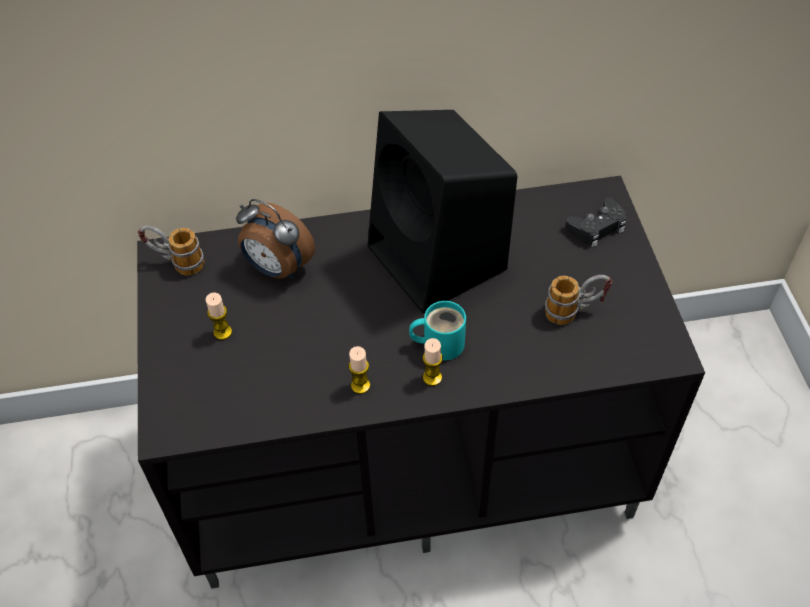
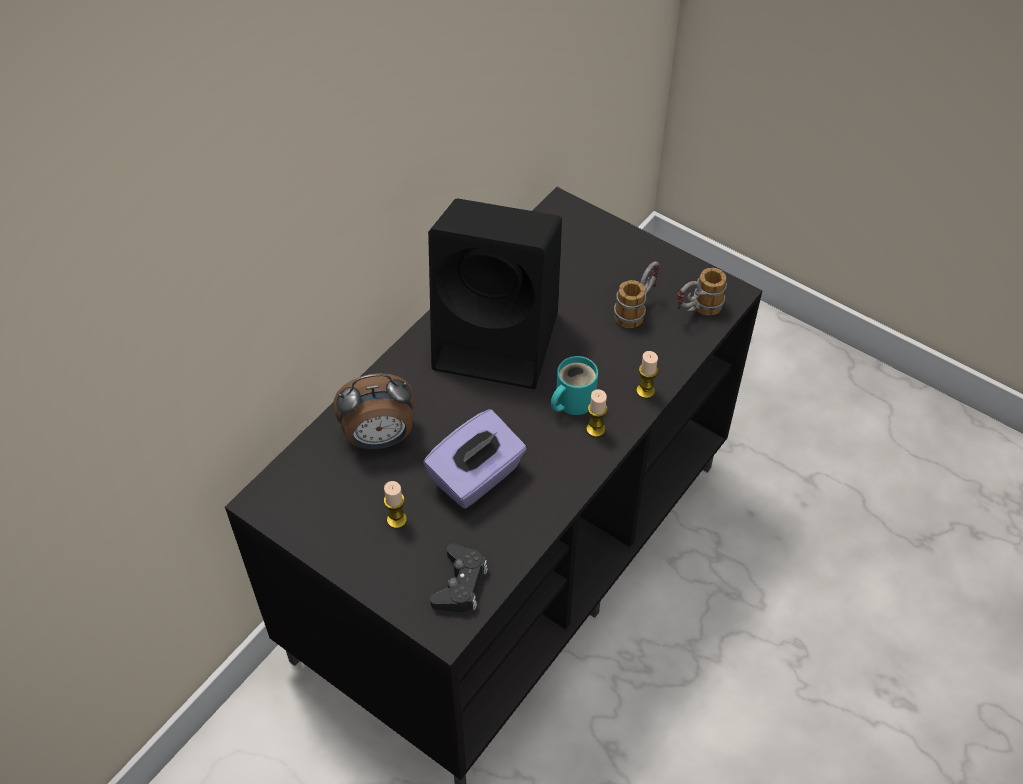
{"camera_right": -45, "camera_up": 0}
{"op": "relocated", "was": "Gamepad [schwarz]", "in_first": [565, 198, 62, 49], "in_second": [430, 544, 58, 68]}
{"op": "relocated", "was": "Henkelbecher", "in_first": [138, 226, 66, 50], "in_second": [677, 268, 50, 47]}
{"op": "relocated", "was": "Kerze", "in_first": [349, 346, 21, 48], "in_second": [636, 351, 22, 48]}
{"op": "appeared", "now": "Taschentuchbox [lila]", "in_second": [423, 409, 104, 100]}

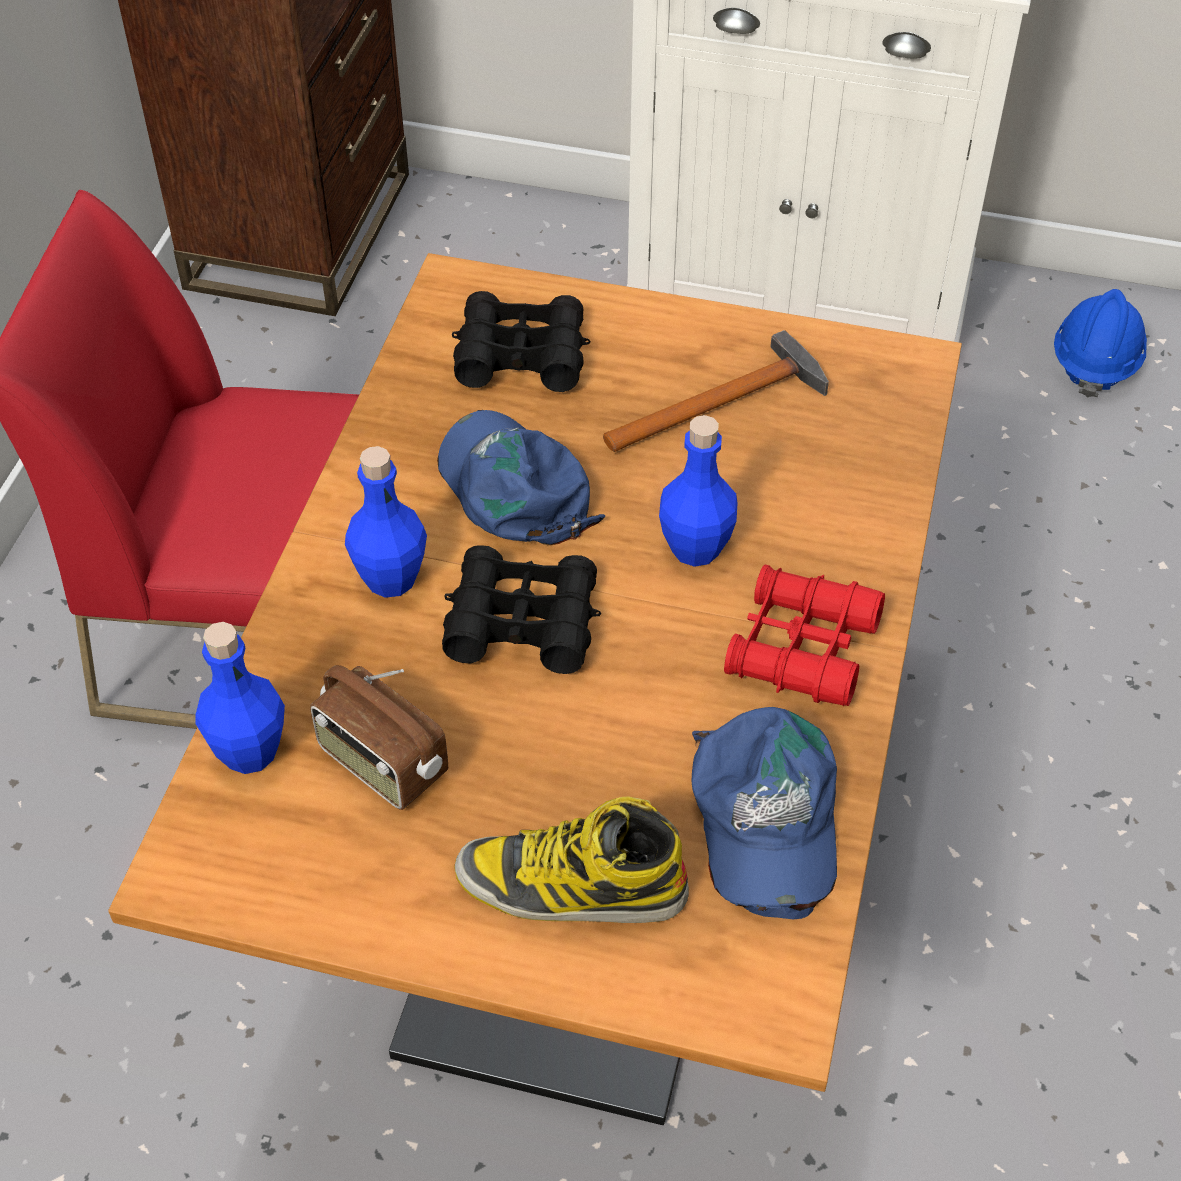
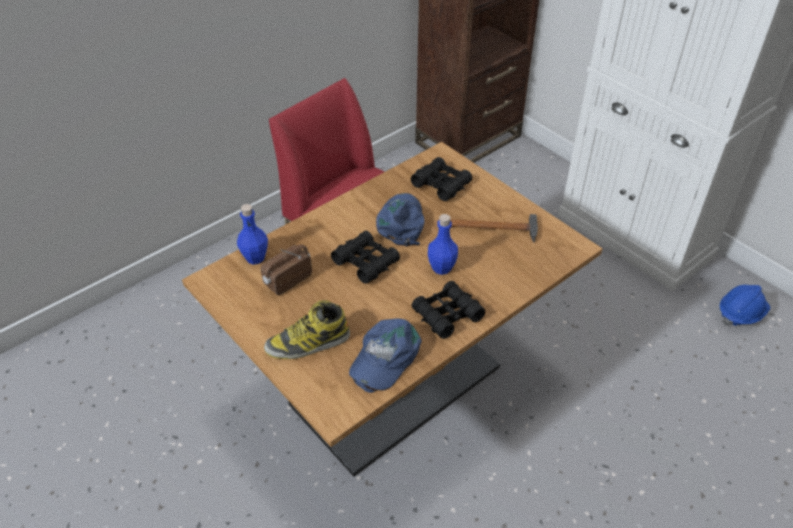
{"camera_right": 35, "camera_up": -5}
{"op": "missing", "was": "Flasche [blau]", "in_first": [345, 446, 82, 152]}
{"op": "colour", "was": "Fernglas [rot]", "now": "Fernglas [schwarz]", "in_first": [724, 565, 161, 141], "in_second": [412, 281, 73, 58]}
{"op": "spun", "was": "Radio", "in_first": [310, 665, 138, 145], "in_second": [260, 244, 52, 51], "clockwise": 60}
{"op": "spun", "was": "Stiefel", "in_first": [454, 796, 235, 127], "in_second": [264, 300, 86, 59], "clockwise": -60}

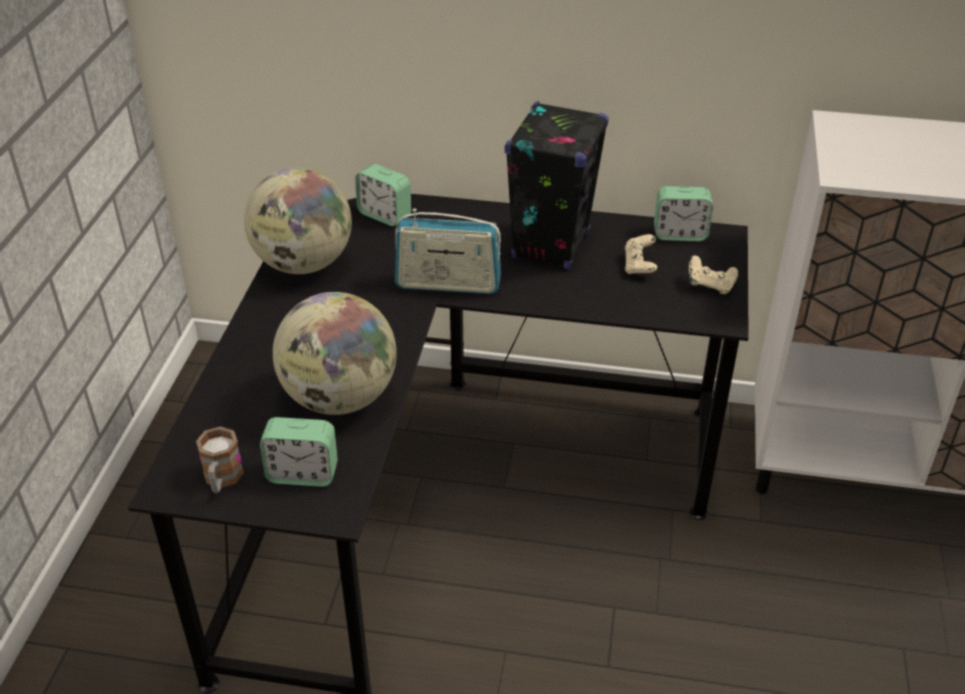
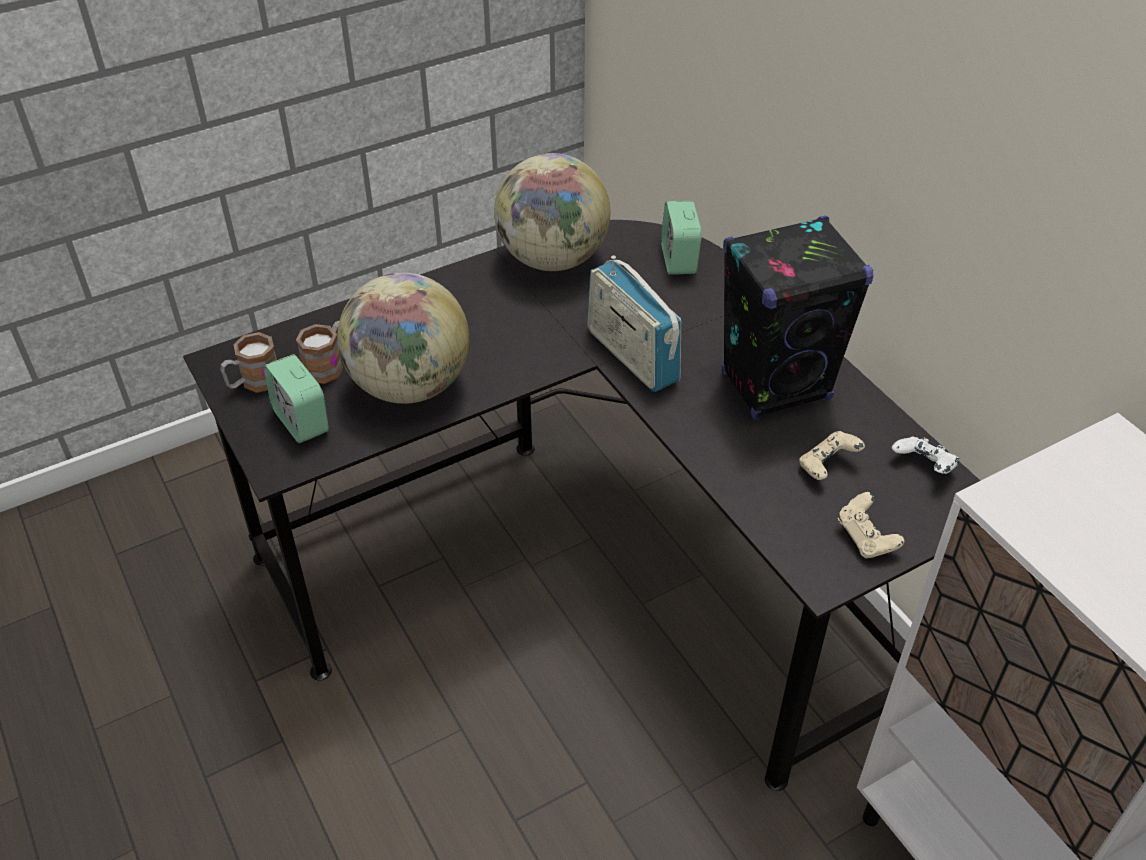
{"camera_right": 50, "camera_up": 5}
{"op": "exchanged", "was": "Wecker", "now": "Gamepad [weiß]", "in_first": [654, 186, 59, 55], "in_second": [892, 436, 67, 38]}
{"op": "appeared", "now": "Henkelbecher", "in_second": [296, 321, 47, 63]}

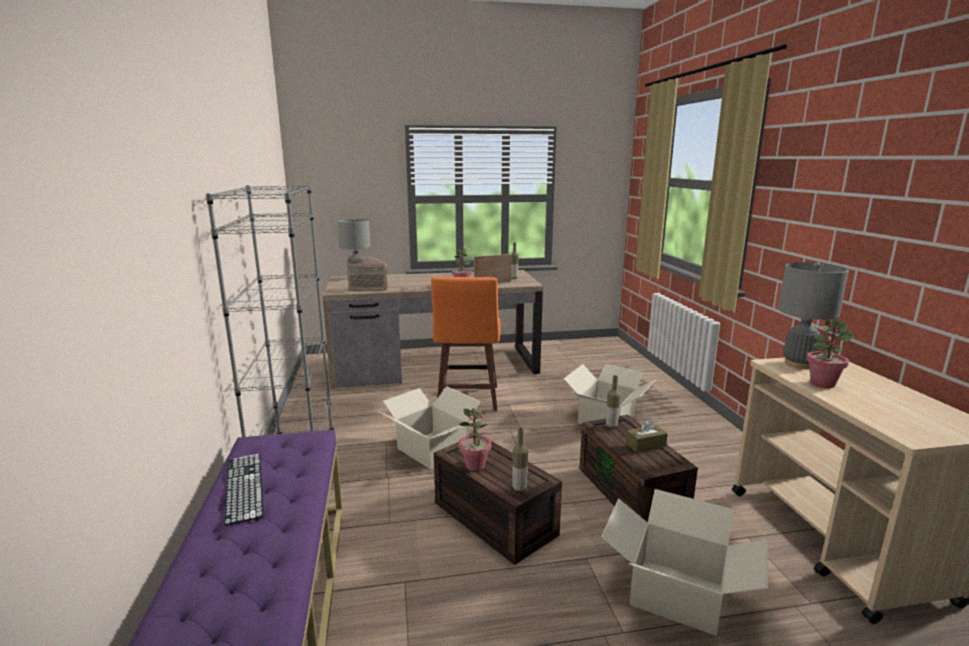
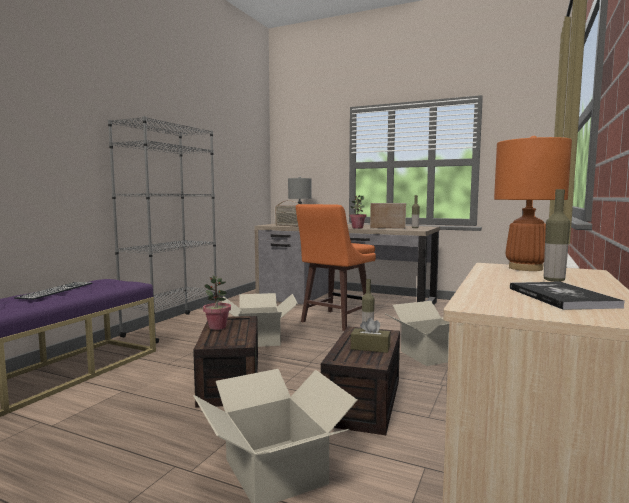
{"camera_right": 35, "camera_up": -10}
{"op": "colour", "was": "Tischlampe [grau]", "now": "Tischlampe [orange]", "in_first": [778, 262, 71, 107], "in_second": [494, 136, 78, 135]}
{"op": "missing", "was": "Topfpflanze", "in_first": [806, 319, 49, 69]}
{"op": "relocated", "was": "Flasche", "in_first": [513, 428, 15, 64], "in_second": [544, 189, 26, 93]}
{"op": "appeared", "now": "Buch", "in_second": [510, 282, 115, 28]}

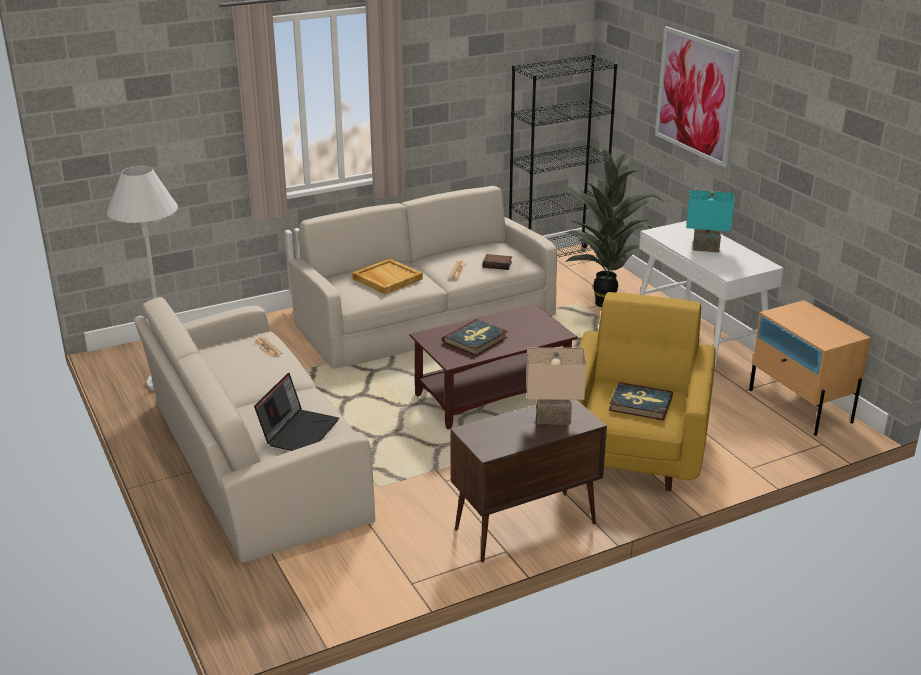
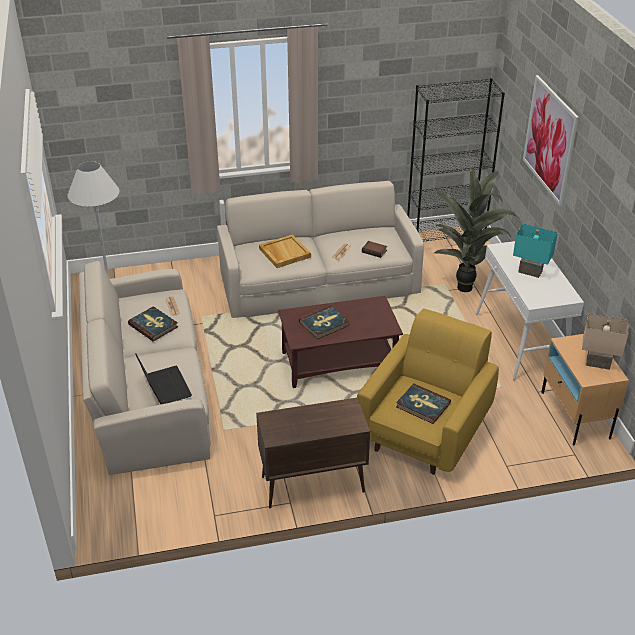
{"camera_right": 15, "camera_up": 10}
{"op": "relocated", "was": "Tischlampe [beige]", "in_first": [526, 347, 60, 77], "in_second": [582, 314, 47, 56]}
{"op": "spun", "was": "Laptop", "in_first": [254, 373, 85, 78], "in_second": [135, 354, 57, 50], "clockwise": -60}
{"op": "appeared", "now": "Buch", "in_second": [128, 306, 50, 36]}

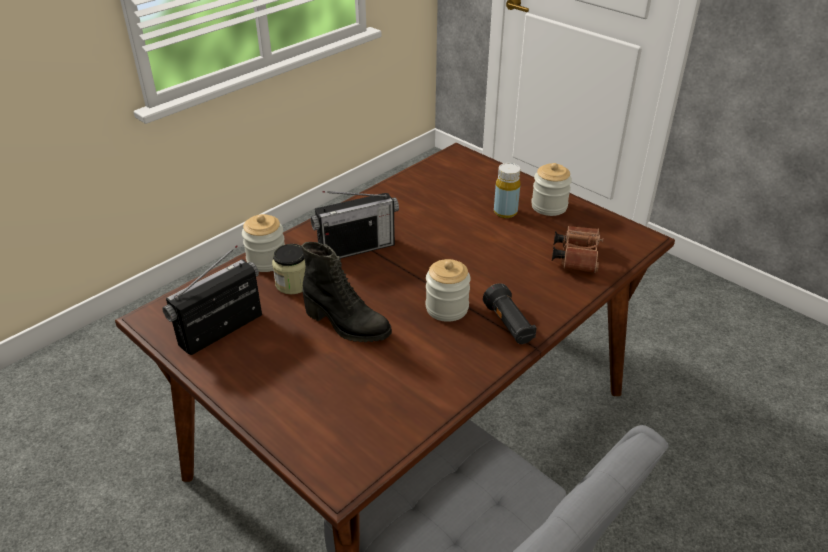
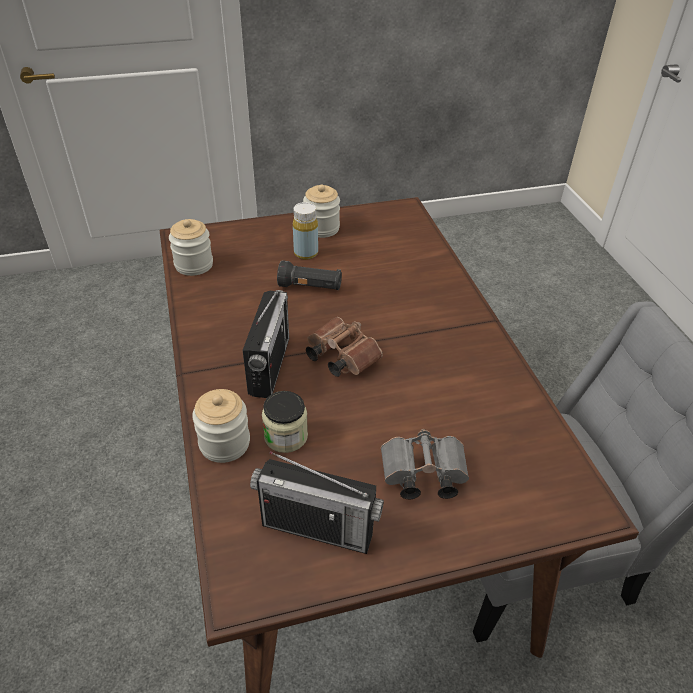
{"camera_right": -60, "camera_up": 5}
{"op": "relocated", "was": "Fernglas [braun]", "in_first": [552, 226, 51, 47], "in_second": [306, 317, 77, 60]}
{"op": "missing", "was": "Stiefel [schwarz]", "in_first": [301, 242, 91, 100]}
{"op": "spun", "was": "Radio", "in_first": [162, 245, 100, 110], "in_second": [250, 451, 134, 103], "clockwise": -60}
{"op": "relocated", "was": "Vorratsglas", "in_first": [426, 259, 45, 63], "in_second": [169, 219, 44, 57]}
{"op": "relocated", "was": "Taschenlampe [schwarz]", "in_first": [483, 283, 54, 61], "in_second": [277, 260, 65, 30]}
{"op": "appeared", "now": "Fernglas [grau]", "in_second": [381, 429, 88, 70]}

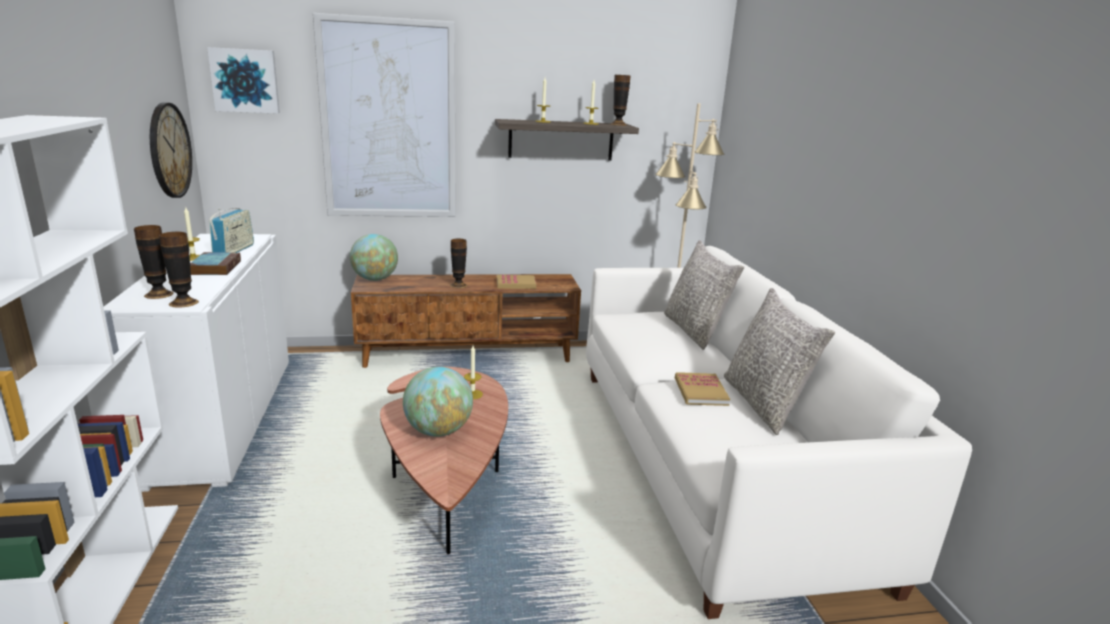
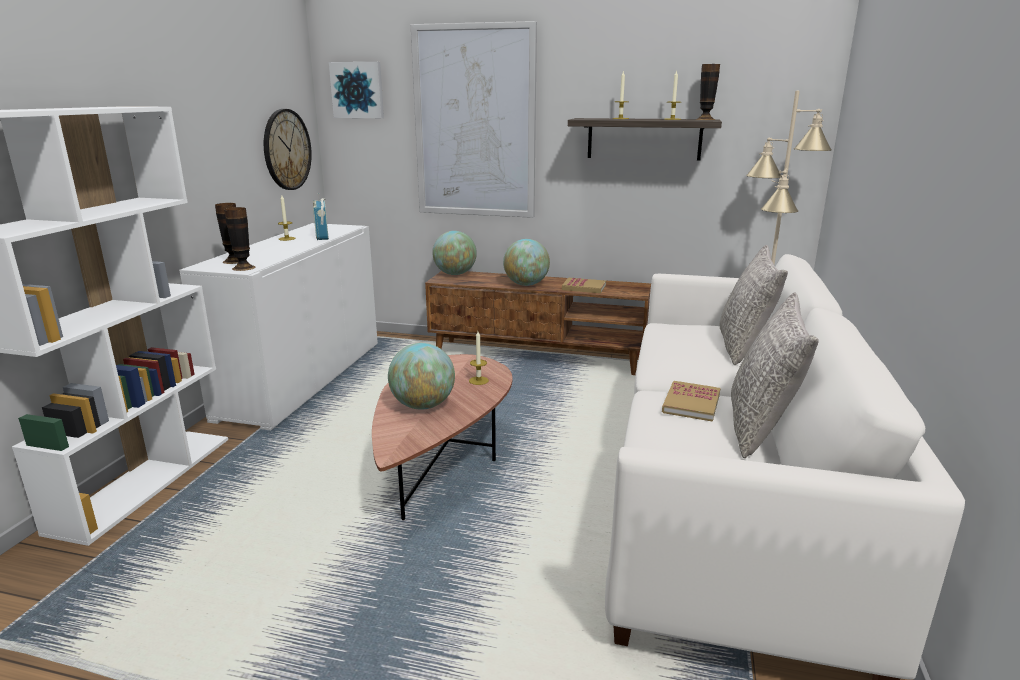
{"camera_right": 25, "camera_up": 0}
{"op": "spun", "was": "Radio", "in_first": [209, 208, 45, 45], "in_second": [313, 193, 16, 47], "clockwise": 135}
{"op": "exchanged", "was": "Vase", "now": "Globus", "in_first": [450, 239, 18, 49], "in_second": [503, 239, 47, 47]}
{"op": "missing", "was": "Buch", "in_first": [190, 252, 51, 23]}

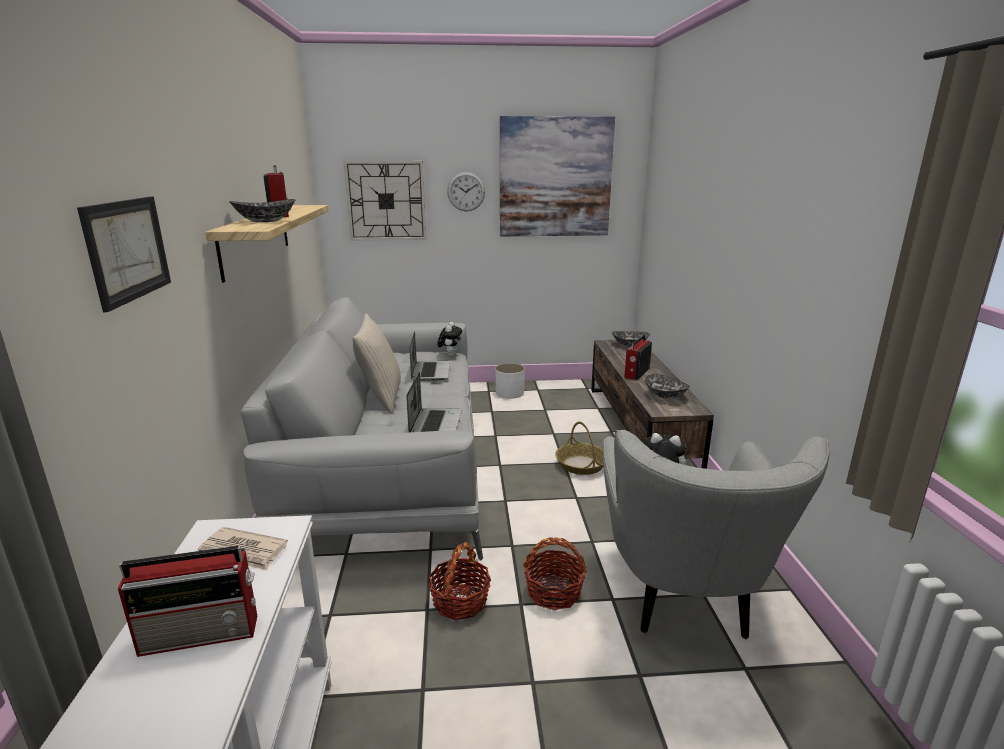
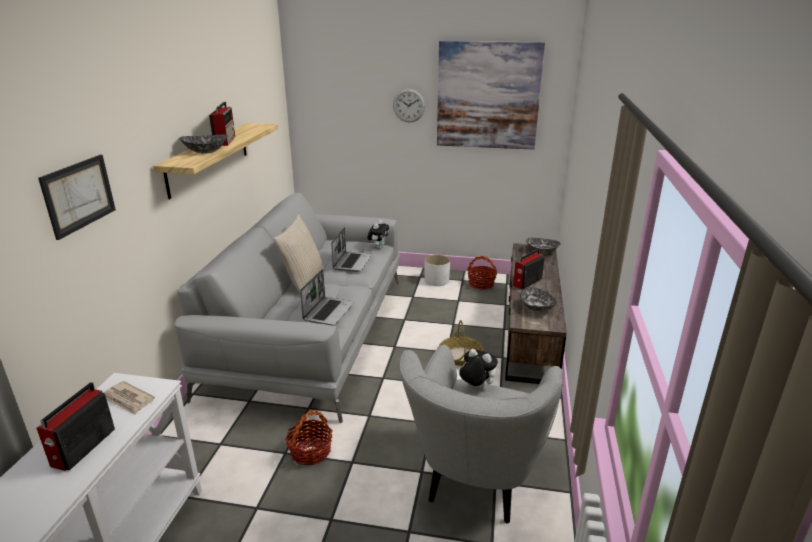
{"camera_right": 15, "camera_up": 5}
{"op": "missing", "was": "Wanduhr", "in_first": [344, 161, 82, 80]}
{"op": "relocated", "was": "Korb", "in_first": [523, 537, 64, 73], "in_second": [467, 256, 30, 34]}
{"op": "spun", "was": "Radio", "in_first": [118, 546, 139, 111], "in_second": [36, 382, 79, 89], "clockwise": 105}

